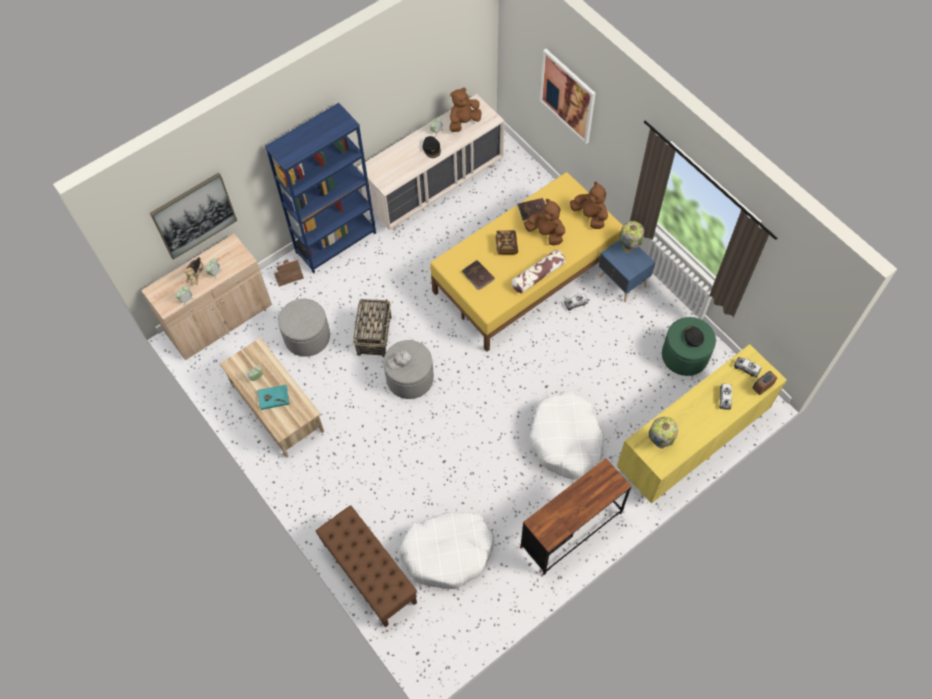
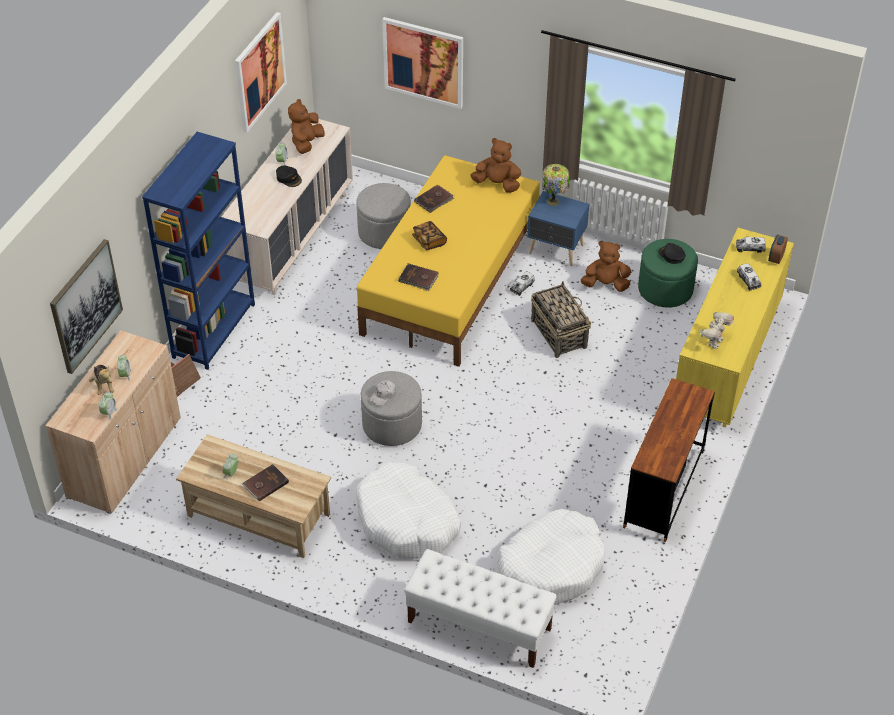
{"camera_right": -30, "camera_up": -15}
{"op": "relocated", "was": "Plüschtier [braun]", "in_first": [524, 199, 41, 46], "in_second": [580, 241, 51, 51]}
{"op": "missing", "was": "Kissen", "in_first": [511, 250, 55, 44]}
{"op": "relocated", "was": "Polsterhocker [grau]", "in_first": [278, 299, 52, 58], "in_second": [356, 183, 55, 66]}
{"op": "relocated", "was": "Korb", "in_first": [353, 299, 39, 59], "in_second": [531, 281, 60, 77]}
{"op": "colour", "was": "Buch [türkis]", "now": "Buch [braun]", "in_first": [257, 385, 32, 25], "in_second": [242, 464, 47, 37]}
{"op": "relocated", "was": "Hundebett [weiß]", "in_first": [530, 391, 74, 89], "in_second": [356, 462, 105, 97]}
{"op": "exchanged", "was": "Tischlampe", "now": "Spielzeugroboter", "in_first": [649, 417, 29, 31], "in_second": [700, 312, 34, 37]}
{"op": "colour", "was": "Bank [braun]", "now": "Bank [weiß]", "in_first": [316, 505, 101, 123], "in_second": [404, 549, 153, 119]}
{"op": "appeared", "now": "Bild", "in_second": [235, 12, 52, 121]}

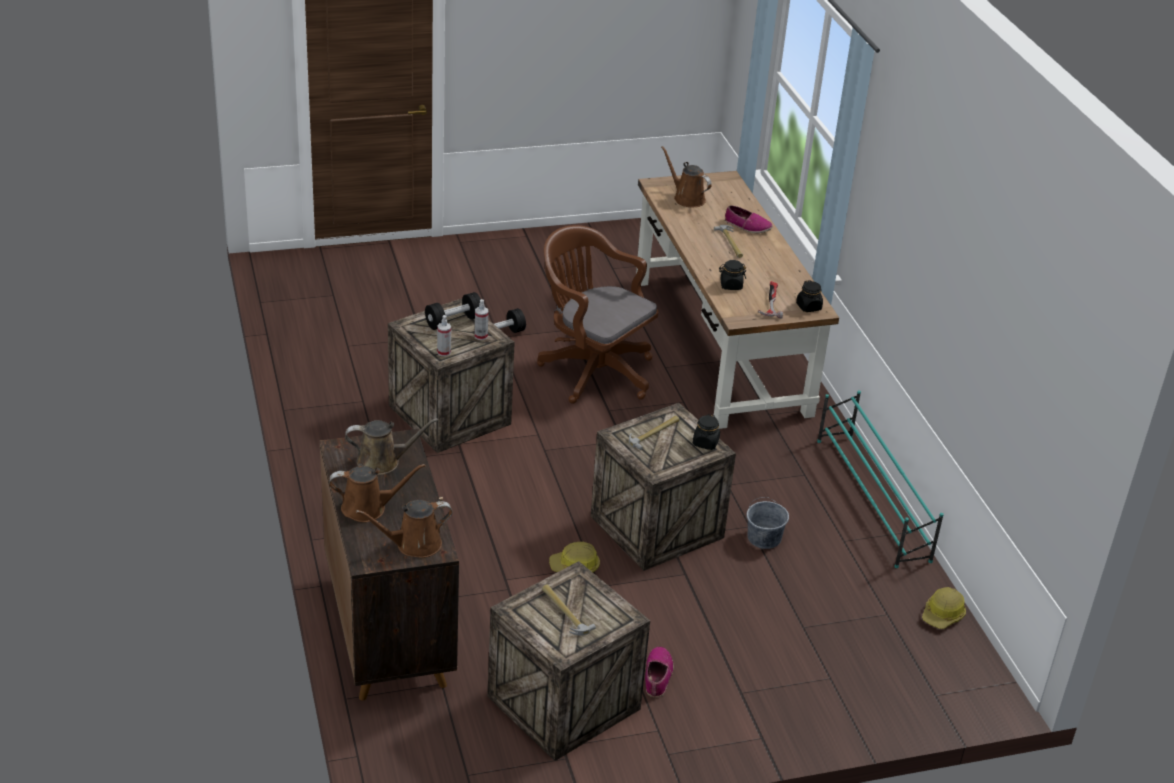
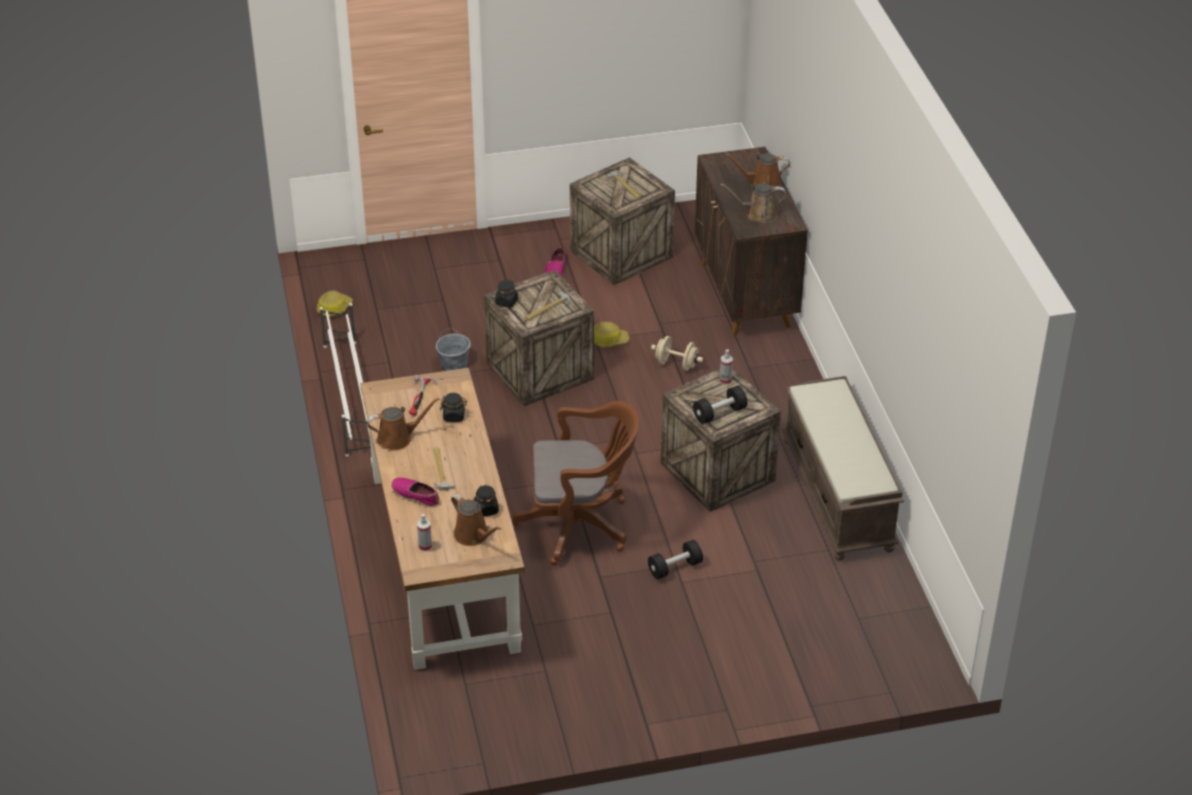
{"camera_right": -175, "camera_up": 5}
{"op": "spun", "was": "Bürostuhl [braun]", "in_first": [537, 225, 122, 179], "in_second": [512, 401, 127, 165], "clockwise": -45}
{"op": "relocated", "was": "Vorratsglas [schwarz]", "in_first": [796, 280, 27, 32], "in_second": [474, 485, 25, 32]}
{"op": "relocated", "was": "Sprühflasche", "in_first": [475, 299, 13, 41], "in_second": [417, 514, 15, 37]}
{"op": "colour", "was": "Schuhregal [türkis]", "now": "Schuhregal [weiß]", "in_first": [817, 390, 127, 178], "in_second": [320, 303, 51, 154]}
{"op": "relocated", "was": "Gießkanne [braun]", "in_first": [356, 500, 97, 58], "in_second": [367, 398, 72, 53]}
{"op": "appeared", "now": "Hantel [beige]", "in_second": [651, 336, 52, 35]}
{"op": "appeared", "now": "Bank [braun]", "in_second": [782, 376, 122, 185]}

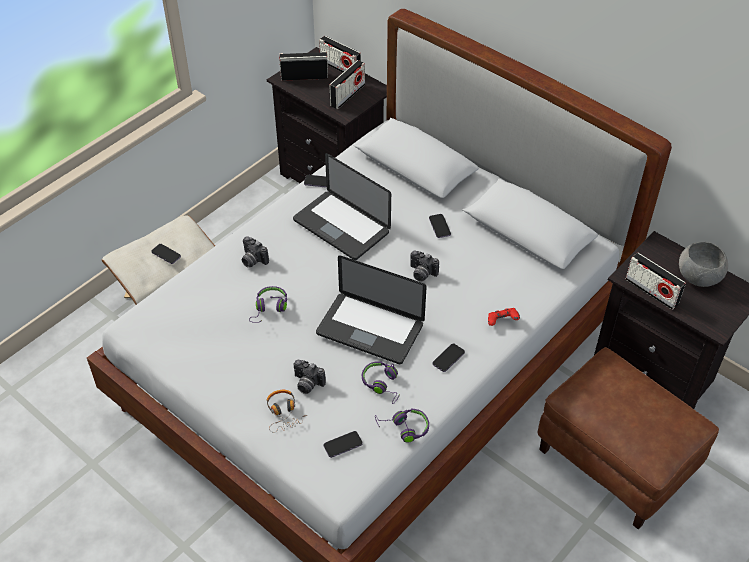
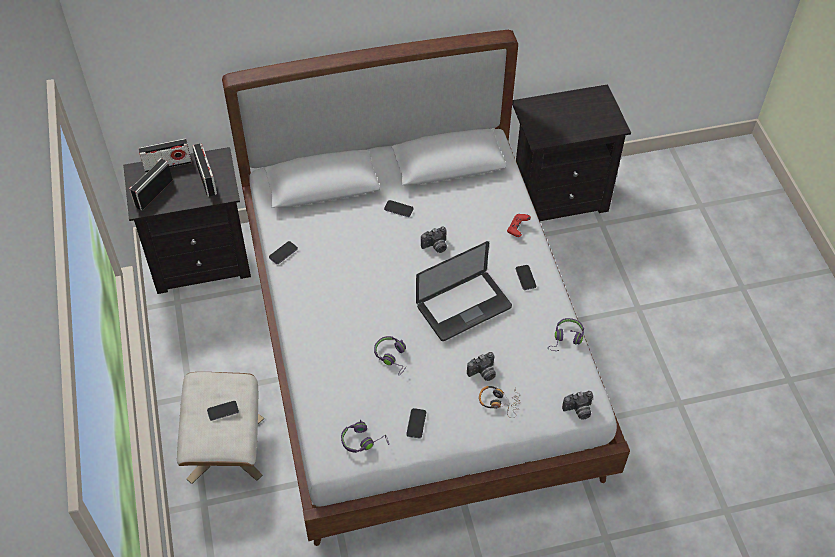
{"camera_right": -55, "camera_up": 5}
{"op": "missing", "was": "Laptop", "in_first": [293, 153, 98, 107]}
{"op": "relocated", "was": "Kamera", "in_first": [242, 236, 27, 32], "in_second": [562, 391, 31, 29]}
{"op": "missing", "was": "Schüssel [grau]", "in_first": [679, 242, 49, 45]}
{"op": "missing", "was": "Radio", "in_first": [626, 253, 60, 57]}
{"op": "missing", "was": "Polsterhocker [braun]", "in_first": [538, 347, 181, 182]}
{"op": "relocated", "was": "Kopfhörer [lila]", "in_first": [362, 361, 38, 43], "in_second": [341, 420, 48, 33]}
{"op": "relocated", "was": "Handy", "in_first": [324, 431, 39, 27], "in_second": [406, 408, 20, 30]}

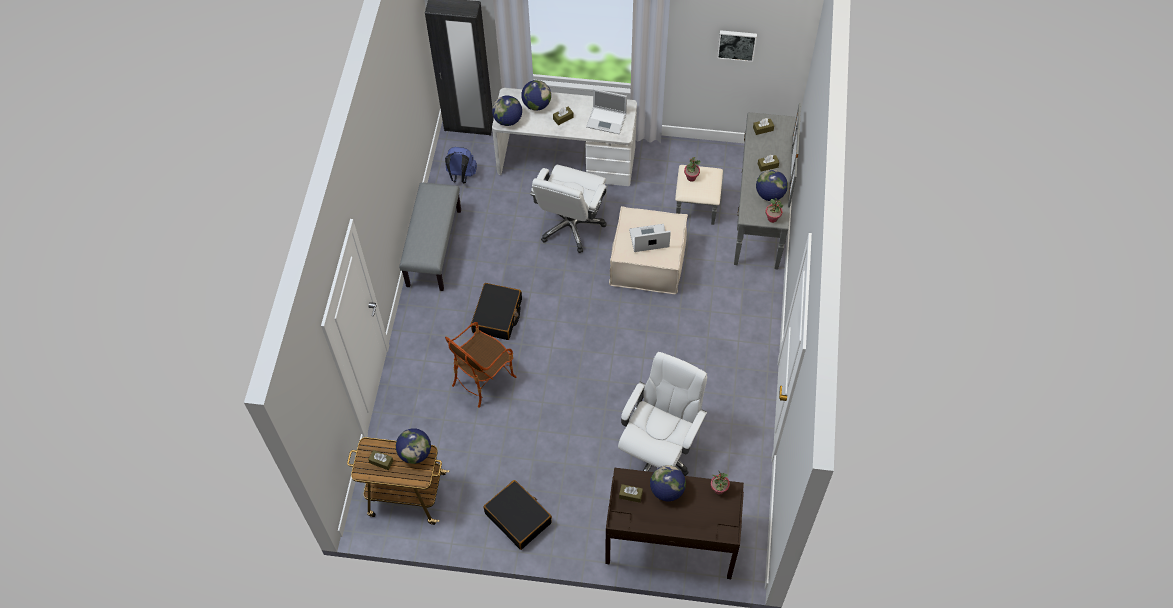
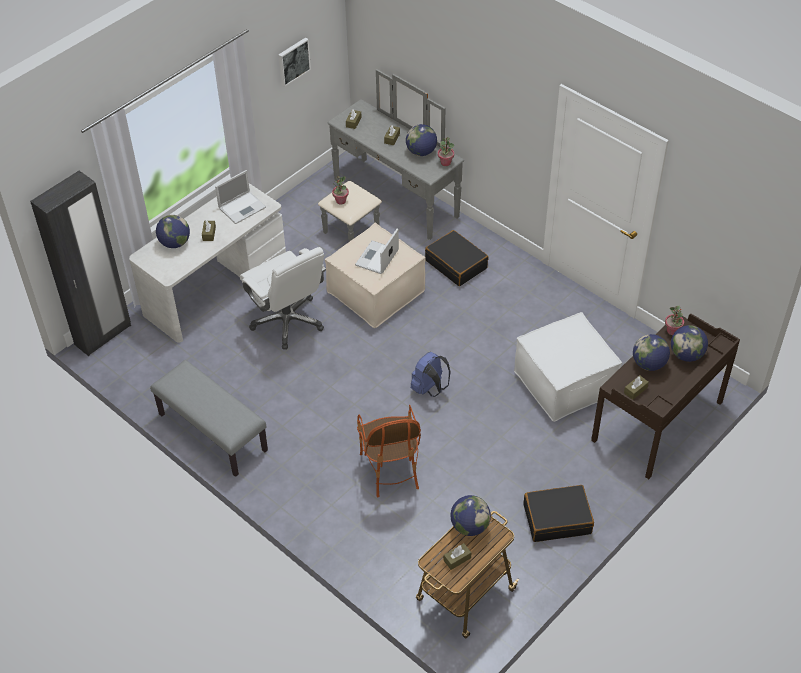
{"camera_right": -55, "camera_up": -10}
{"op": "relocated", "was": "Globus", "in_first": [492, 95, 30, 31], "in_second": [671, 325, 37, 37]}
{"op": "relocated", "was": "Rucksack [blau]", "in_first": [445, 147, 32, 36], "in_second": [411, 352, 40, 45]}
{"op": "relocated", "was": "Koffer [schwarz]", "in_first": [471, 283, 51, 57], "in_second": [425, 230, 64, 56]}
{"op": "exchanged", "was": "Bürostuhl [weiß]", "now": "Polsterhocker [weiß]", "in_first": [618, 352, 89, 124], "in_second": [514, 312, 108, 110]}

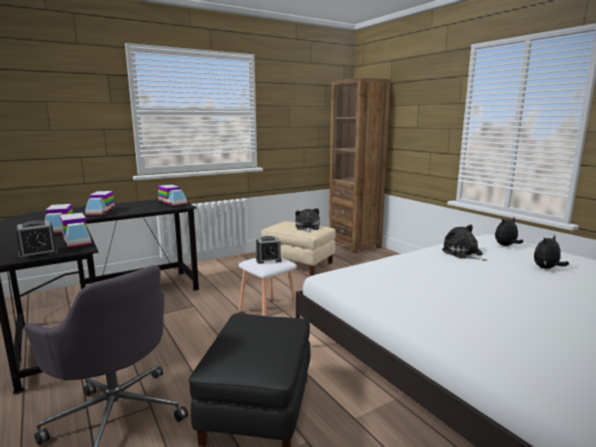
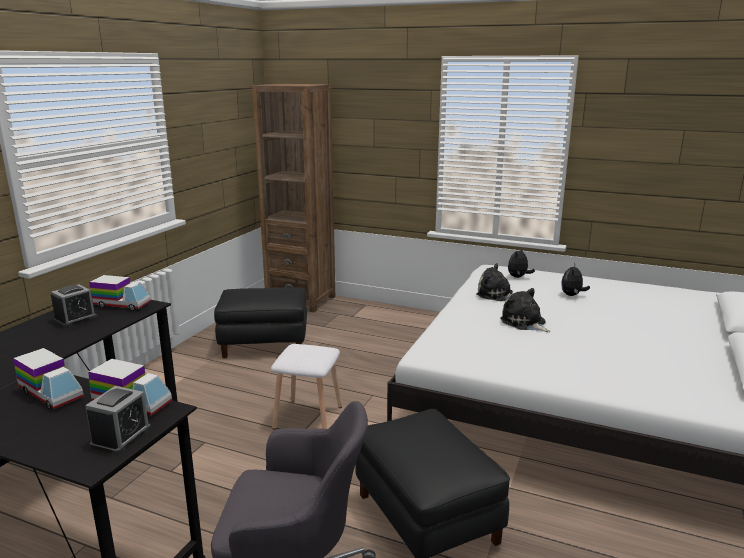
{"camera_right": -35, "camera_up": 5}
{"op": "missing", "was": "Spielzeuglaster", "in_first": [85, 191, 30, 25]}
{"op": "relocated", "was": "Plüschtier", "in_first": [295, 208, 25, 25], "in_second": [500, 288, 51, 44]}
{"op": "colour", "was": "Polsterhocker [beige]", "now": "Polsterhocker [schwarz]", "in_first": [261, 221, 74, 55], "in_second": [214, 287, 93, 71]}
{"op": "relocated", "was": "Wecker", "in_first": [256, 236, 26, 28], "in_second": [51, 284, 46, 43]}

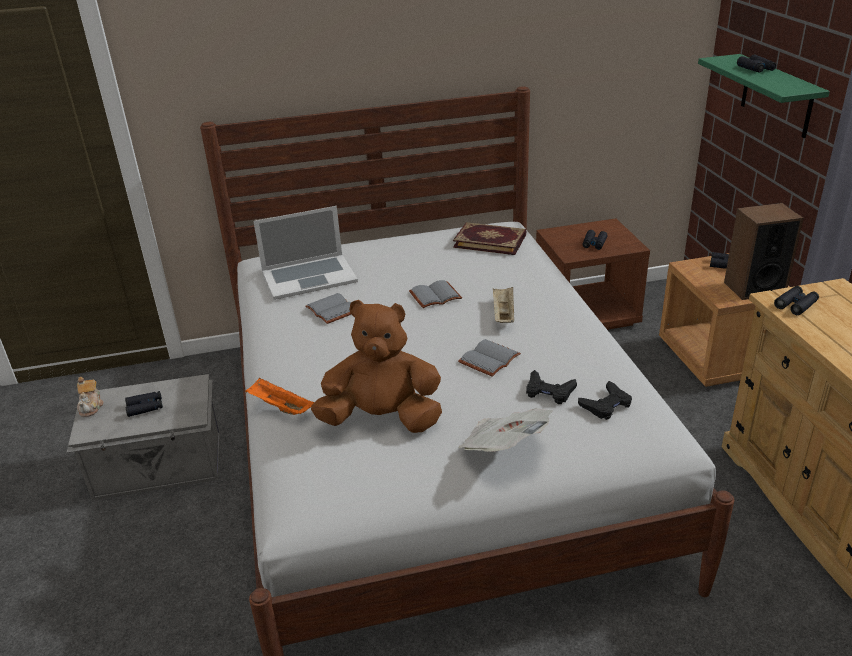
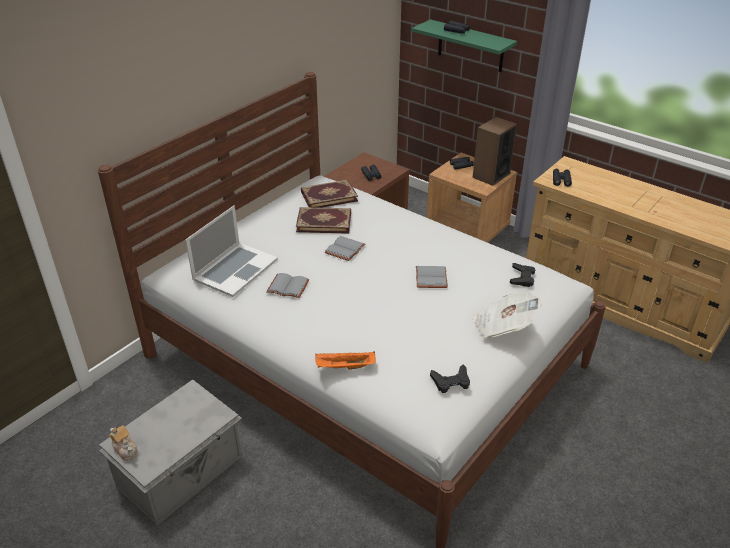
{"camera_right": -40, "camera_up": 5}
{"op": "missing", "was": "Tablett [beige]", "in_first": [493, 287, 21, 36]}
{"op": "missing", "was": "Plüschtier [braun]", "in_first": [311, 300, 131, 133]}
{"op": "relocated", "was": "Gamepad [schwarz]", "in_first": [526, 370, 51, 34], "in_second": [430, 364, 40, 29]}
{"op": "missing", "was": "Fernglas [schwarz]", "in_first": [125, 391, 38, 26]}
{"op": "appeared", "now": "Buch", "in_second": [296, 207, 55, 27]}

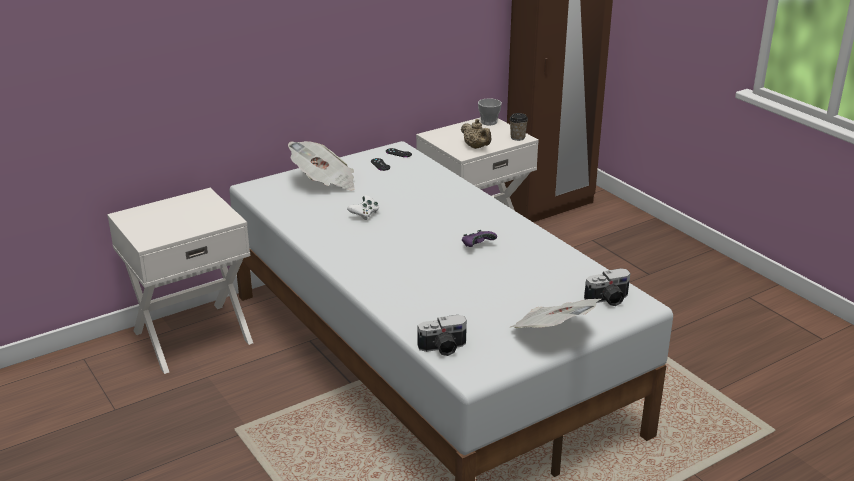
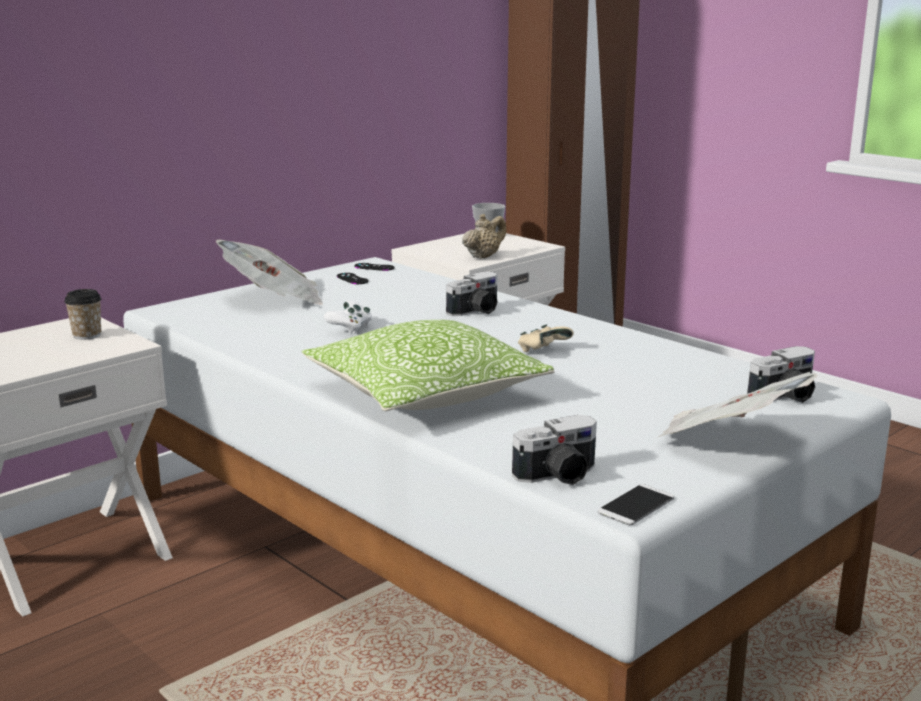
{"camera_right": -10, "camera_up": -10}
{"op": "relocated", "was": "Tasse", "in_first": [509, 113, 19, 28], "in_second": [64, 289, 37, 51]}
{"op": "spun", "was": "Teekanne [beige]", "in_first": [461, 119, 30, 30], "in_second": [462, 214, 45, 45], "clockwise": -90}
{"op": "colour", "was": "Gamepad [lila]", "now": "Gamepad [beige]", "in_first": [462, 230, 35, 17], "in_second": [518, 324, 56, 28]}
{"op": "appeared", "now": "Kamera", "in_second": [446, 271, 52, 45]}
{"op": "appeared", "now": "Kissen", "in_second": [301, 320, 254, 92]}
{"op": "appeared", "now": "Handy", "in_second": [598, 484, 76, 41]}

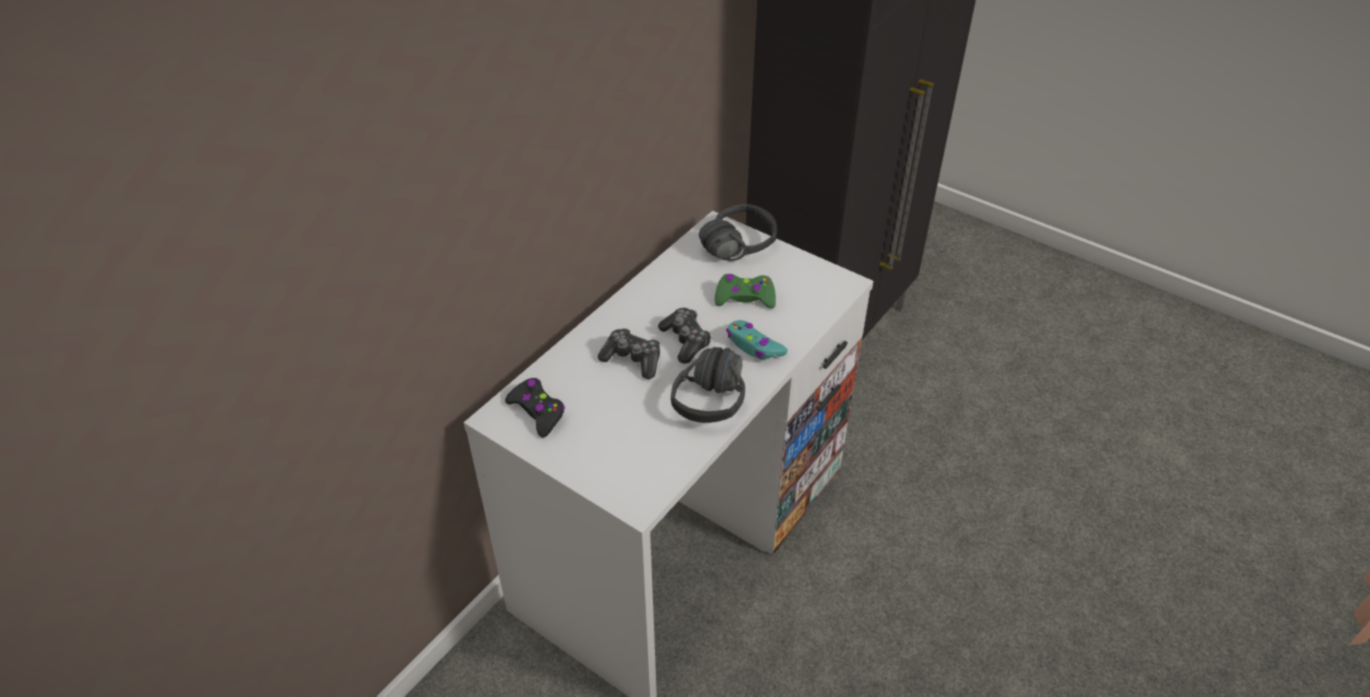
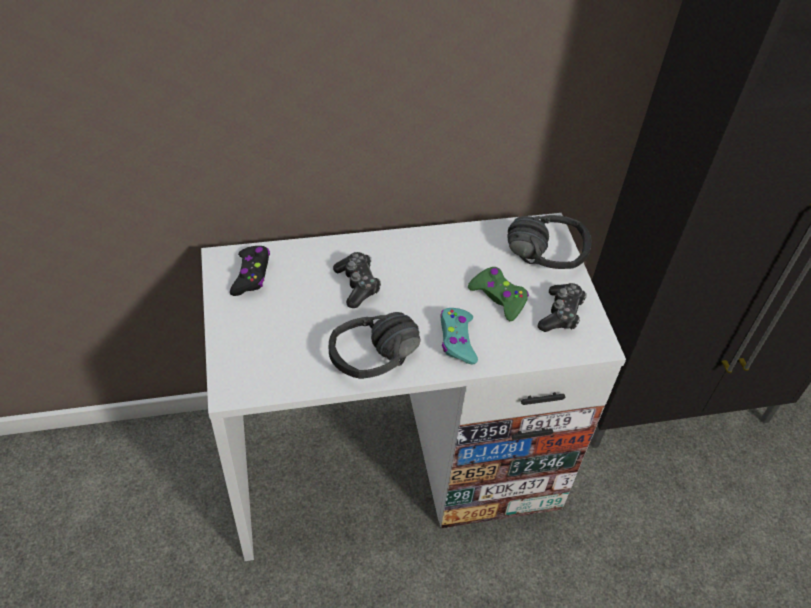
{"camera_right": 40, "camera_up": 5}
{"op": "relocated", "was": "Gamepad", "in_first": [658, 308, 53, 56], "in_second": [538, 283, 49, 49]}

